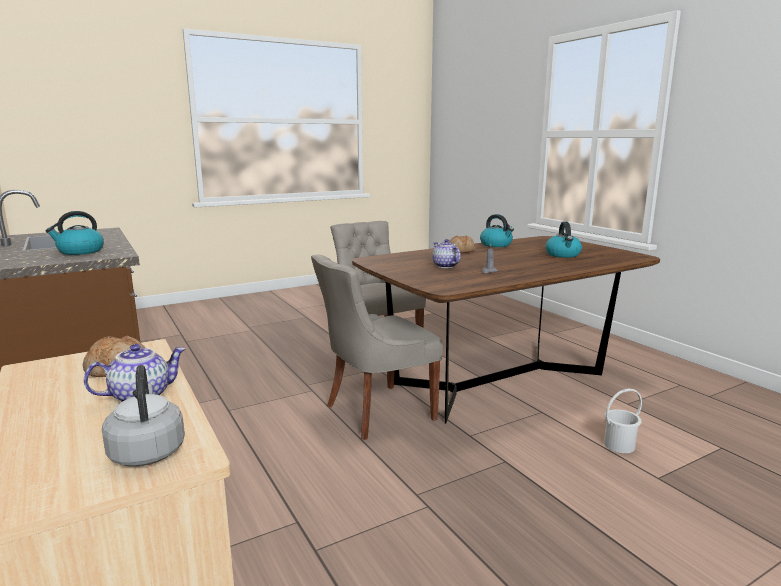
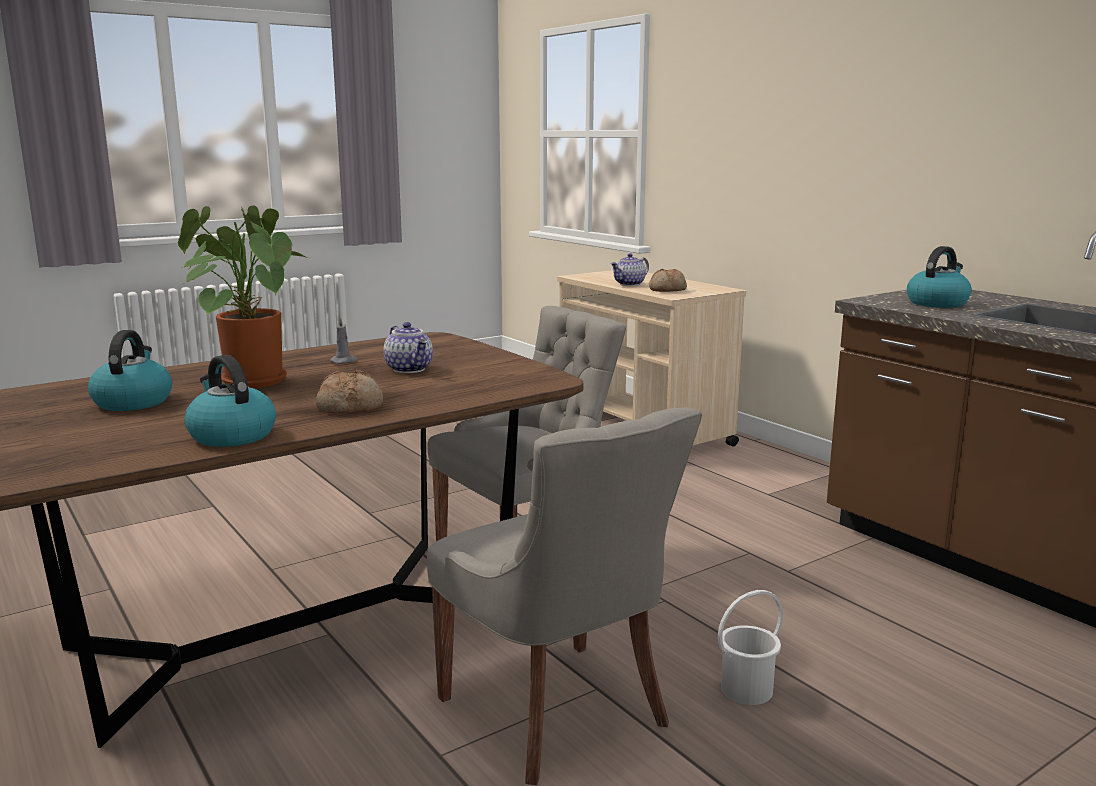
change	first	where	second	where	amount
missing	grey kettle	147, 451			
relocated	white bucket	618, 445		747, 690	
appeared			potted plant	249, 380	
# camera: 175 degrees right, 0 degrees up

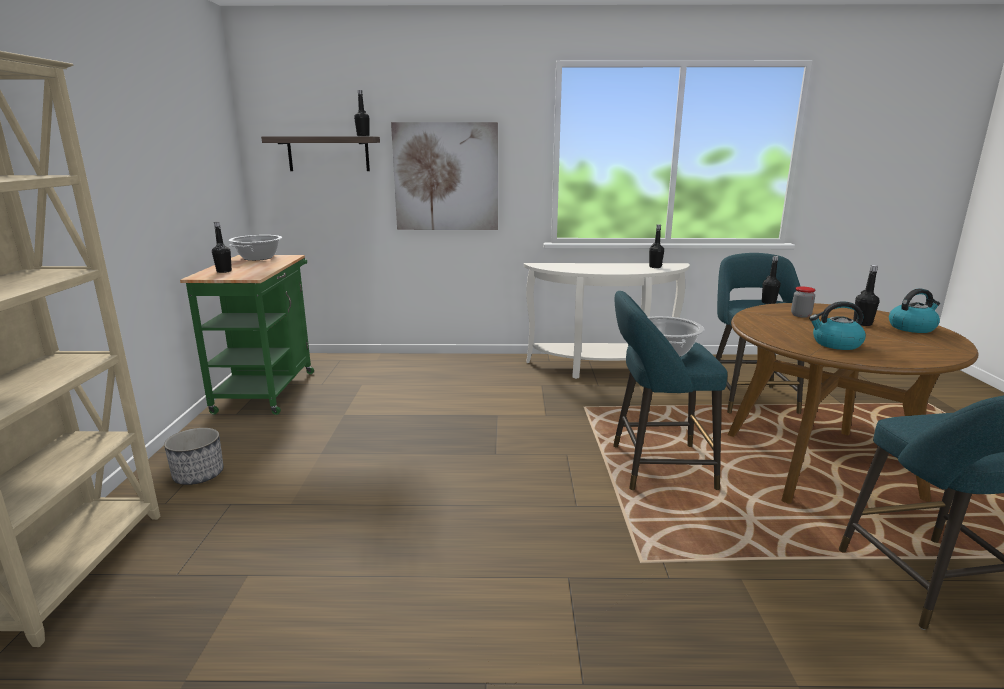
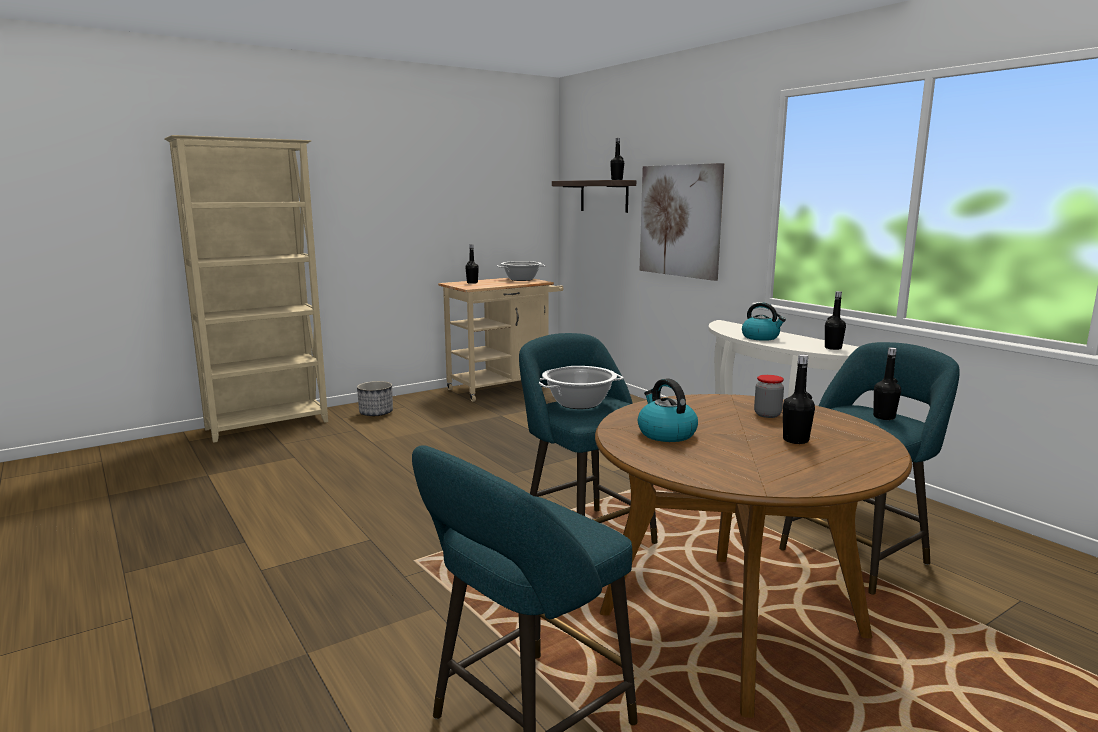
change	first	where	second	where	amount
colour	green cart	268, 388	beige cart	504, 387	
relocated	kettle	912, 328		761, 337	
# camera: 55 degrees right, 5 degrees down

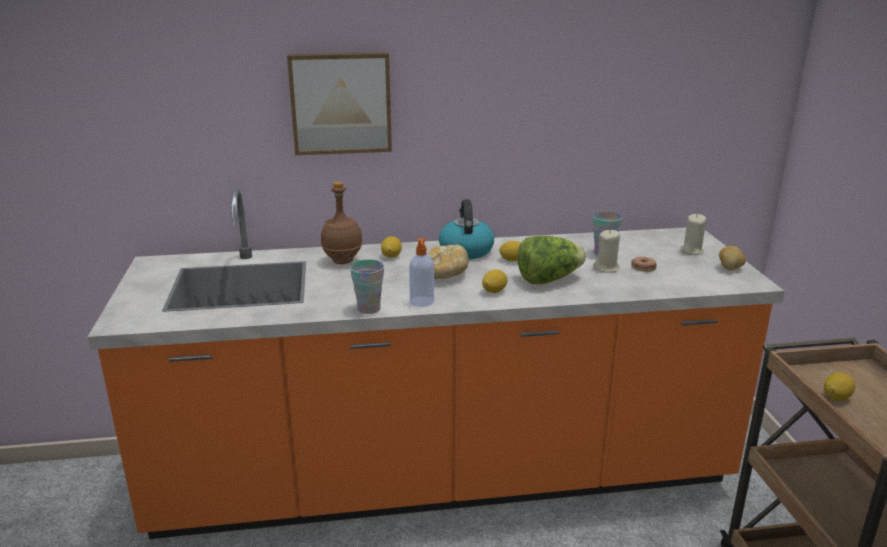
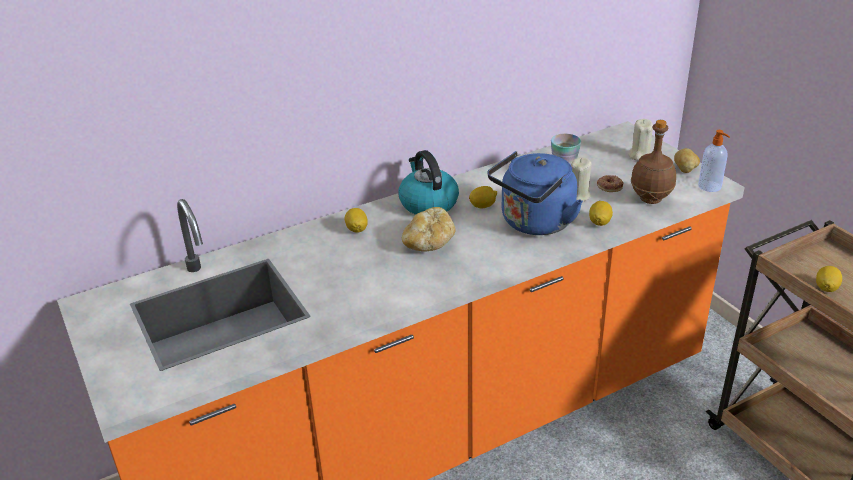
change	first	where	second	where	amount
missing	picture	341, 103			
relocated	brown bottle	342, 261		650, 199	
missing	cup	369, 309			
relocated	soap dispenser	422, 302		710, 187	
relocated	lemon	494, 291		599, 222	
exchanged	lettuce	548, 279	blue kettle	534, 223	
# camera: 20 degrees left, 10 degrees up

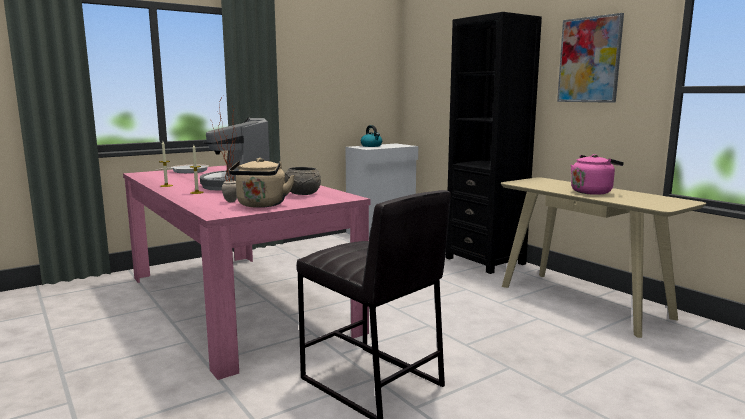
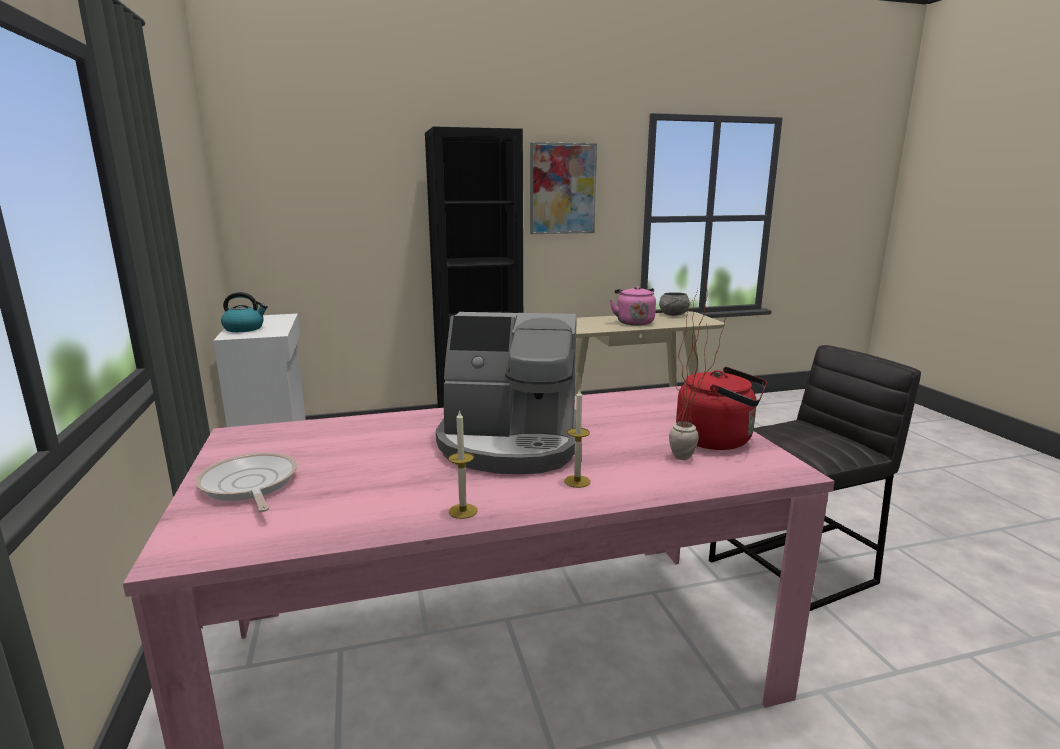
change	first	where	second	where	amount
colour	beige kettle	261, 205	red kettle	719, 440	
relocated	grey bowl	302, 194		673, 315	
# camera: 70 degrees left, 5 degrees up

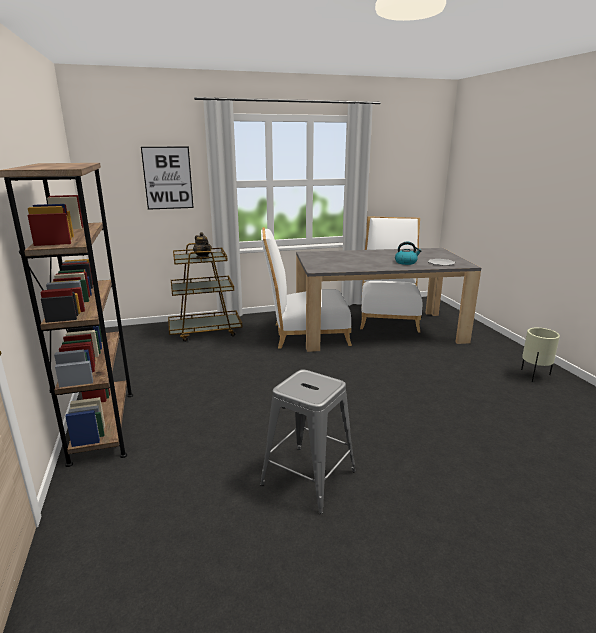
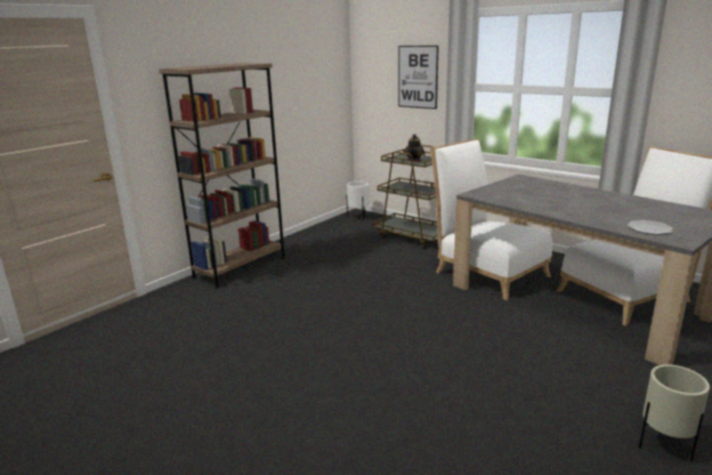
change	first	where	second	where	amount
missing	grey stool	309, 477			
missing	kettle	406, 262			
appeared			white planter	358, 218	
# camera: 55 degrees right, 0 degrees up

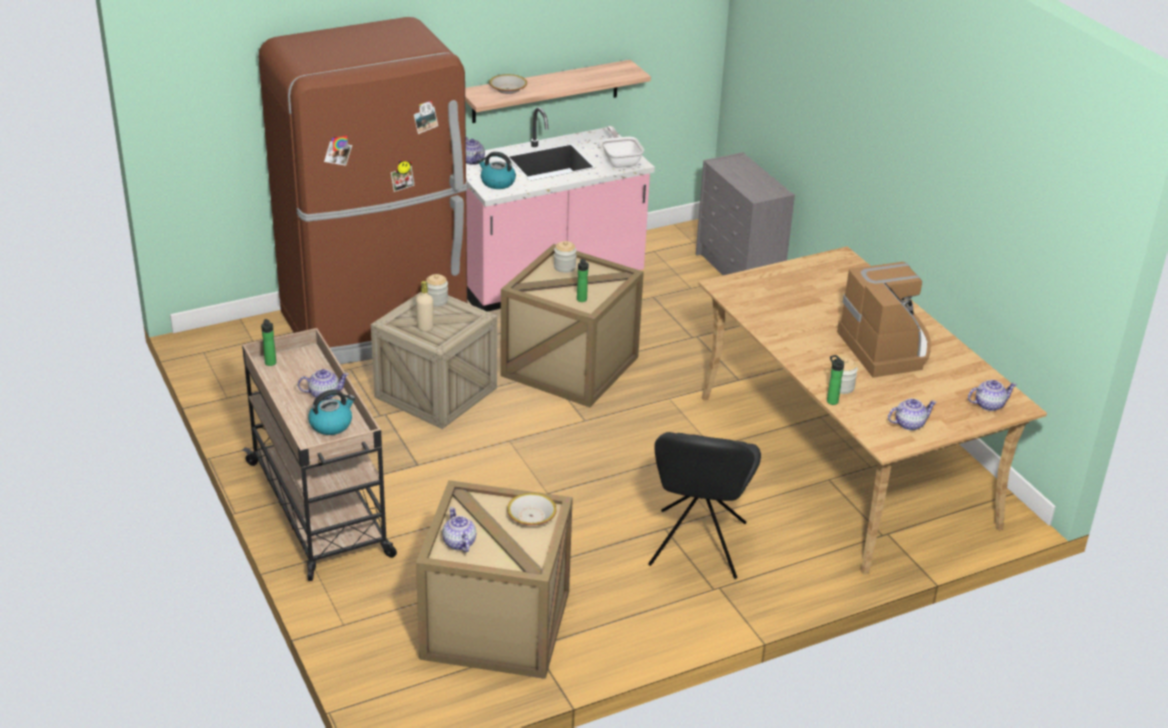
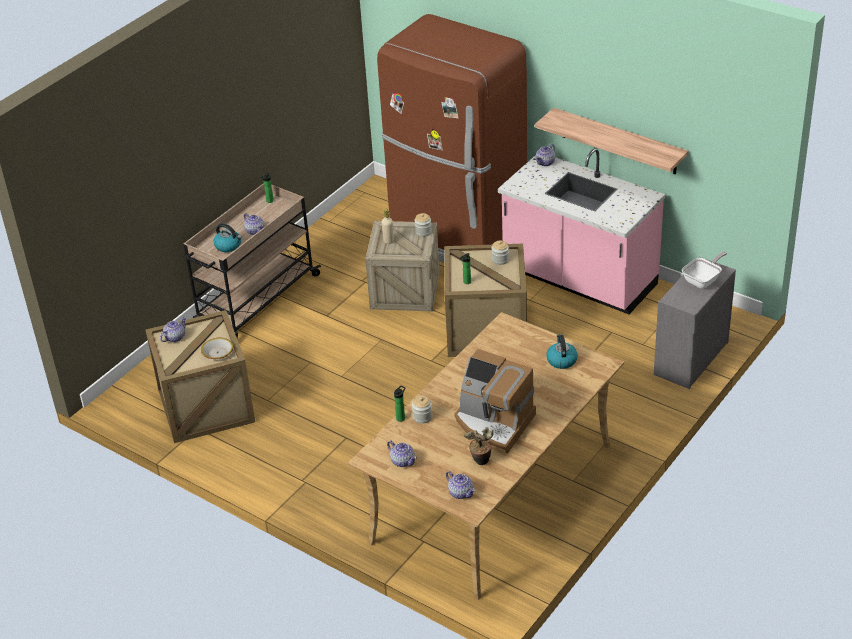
change	first	where	second	where	amount
relocated	kettle	497, 182		561, 360	
missing	bowl	507, 89			
relocated	frying pan	620, 160		703, 280	
missing	black chair	697, 547			
spun	coffee machine	887, 348		493, 423	75 degrees clockwise
appeared			potted plant	480, 462	
# camera: 65 degrees right, 5 degrees up

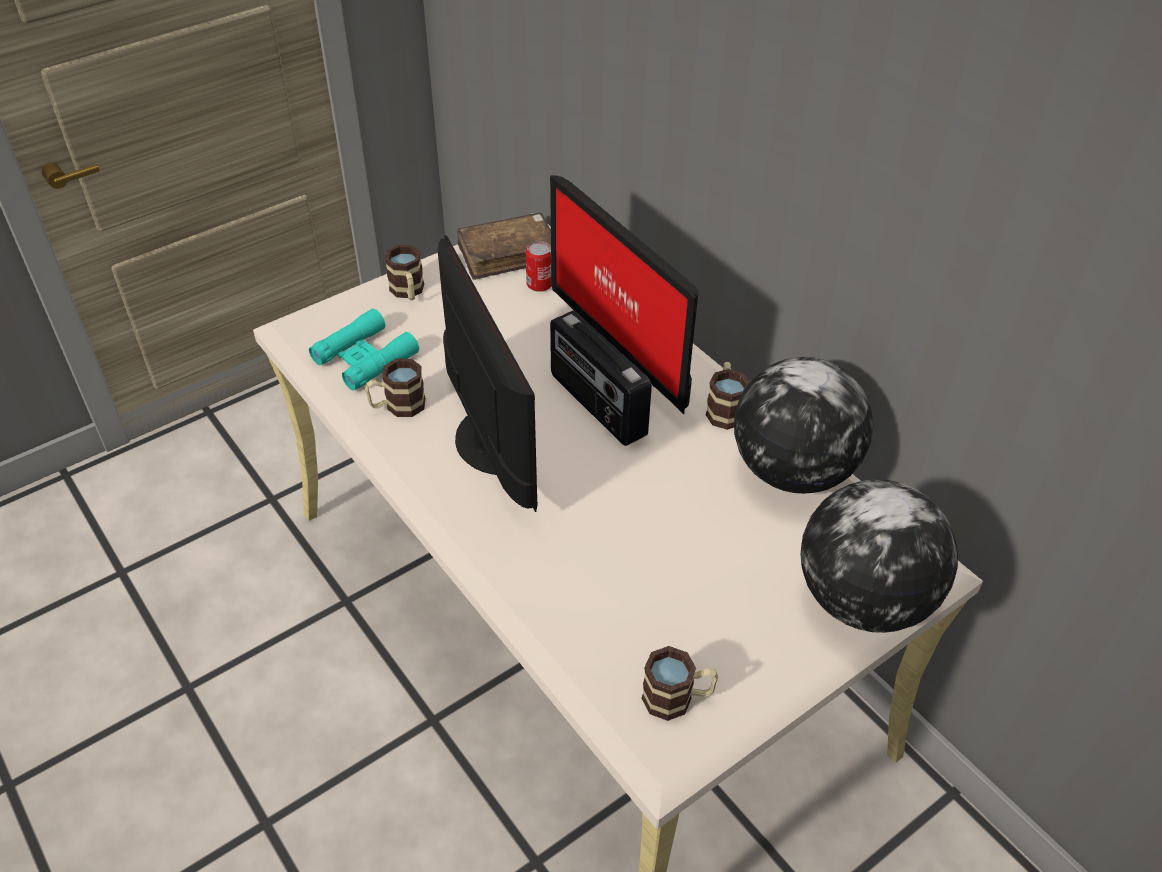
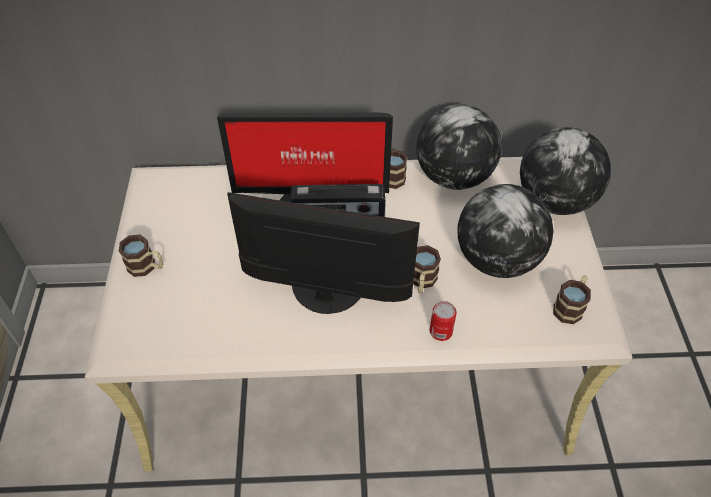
change	first	where	second	where	amount
missing	turquoise binoculars	365, 358			
relocated	mug	397, 406		422, 282	
missing	brown book	507, 255			
relocated	can	539, 284		441, 331	
appeared			globe	497, 260	
# camera: 55 degrees left, 5 degrees up

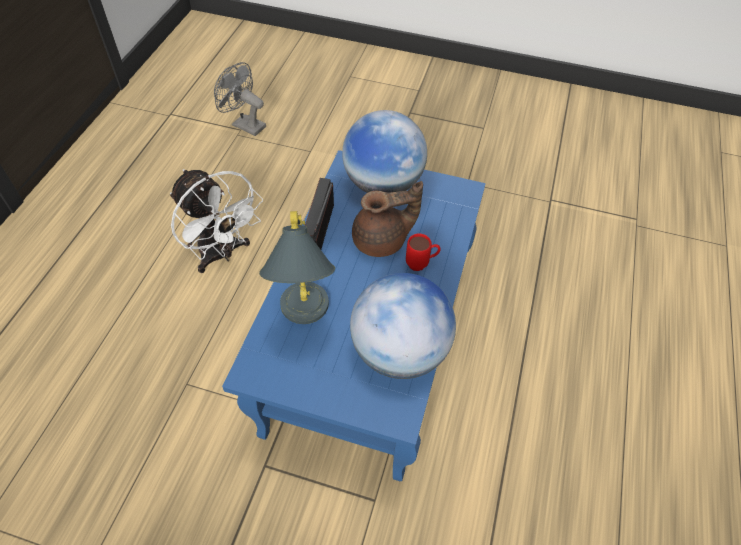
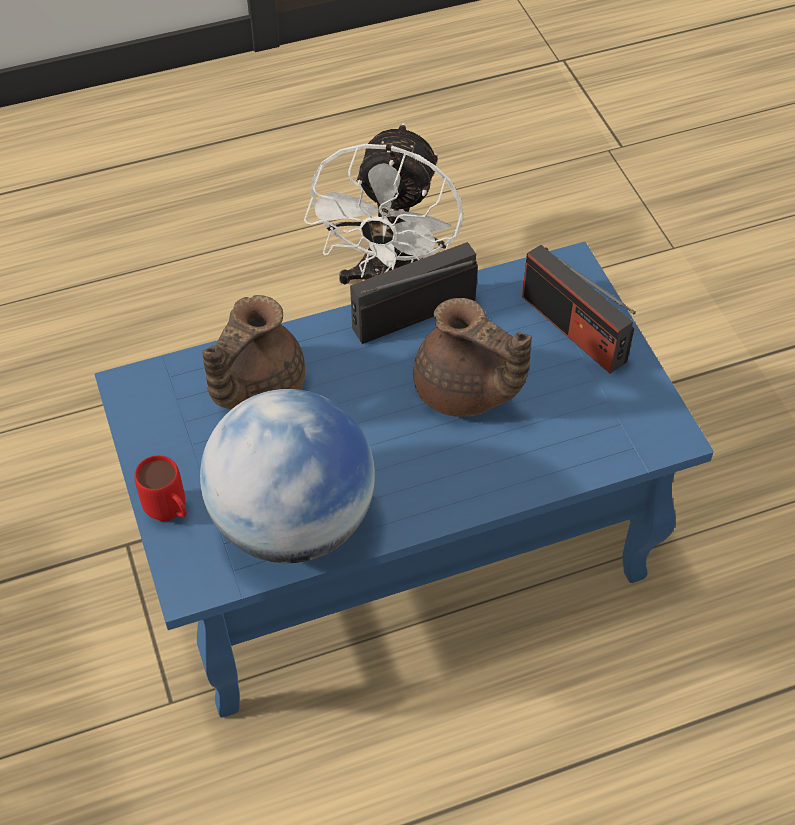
change	first	where	second	where	amount
missing	grey fan	244, 124			
exchanged	grey table lamp	304, 319	brown teapot	255, 389	
exchanged	globe	383, 184	radio	573, 329	
relocated	red mug	421, 264		171, 515	
# camera: 55 degrees right, 0 degrees up

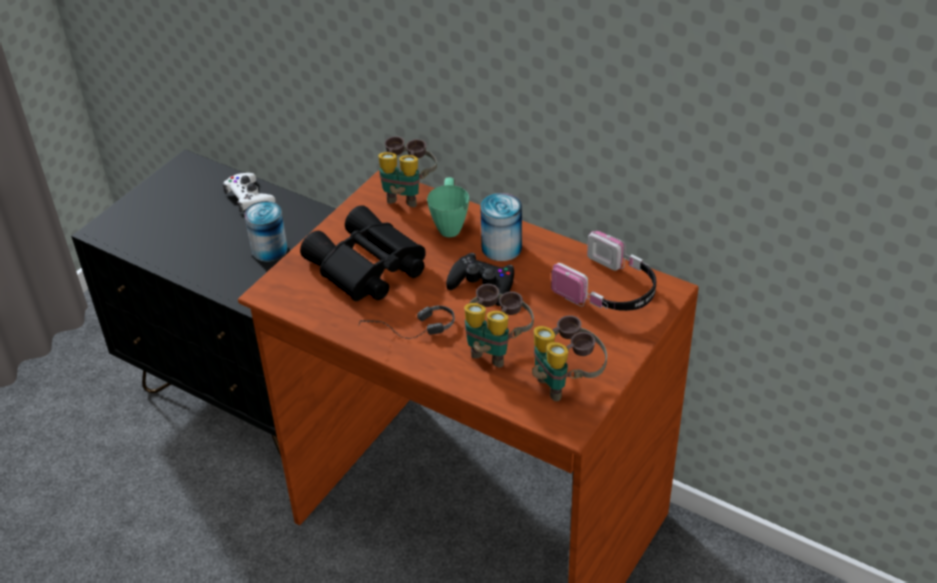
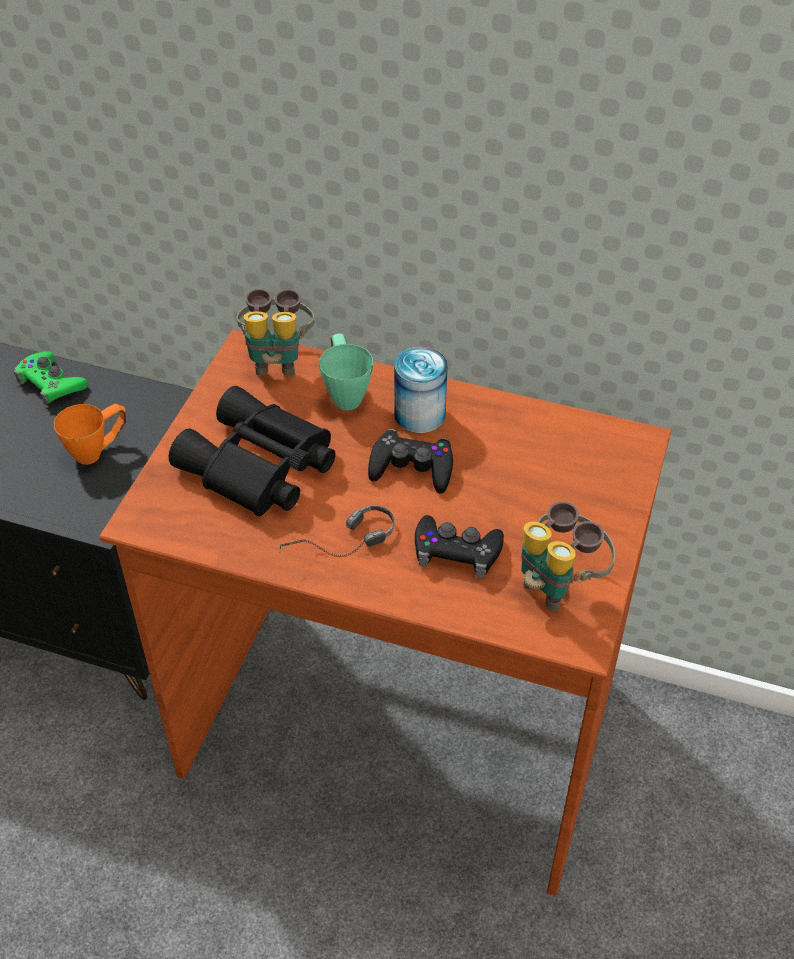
change	first	where	second	where	amount
colour	white game controller	249, 197	green game controller	51, 383	
exchanged	can	269, 249	orange mug	98, 450	
exchanged	binoculars	495, 348	black game controller	457, 551	
missing	headphones	609, 291			
# camera: 15 degrees left, 5 degrees up

